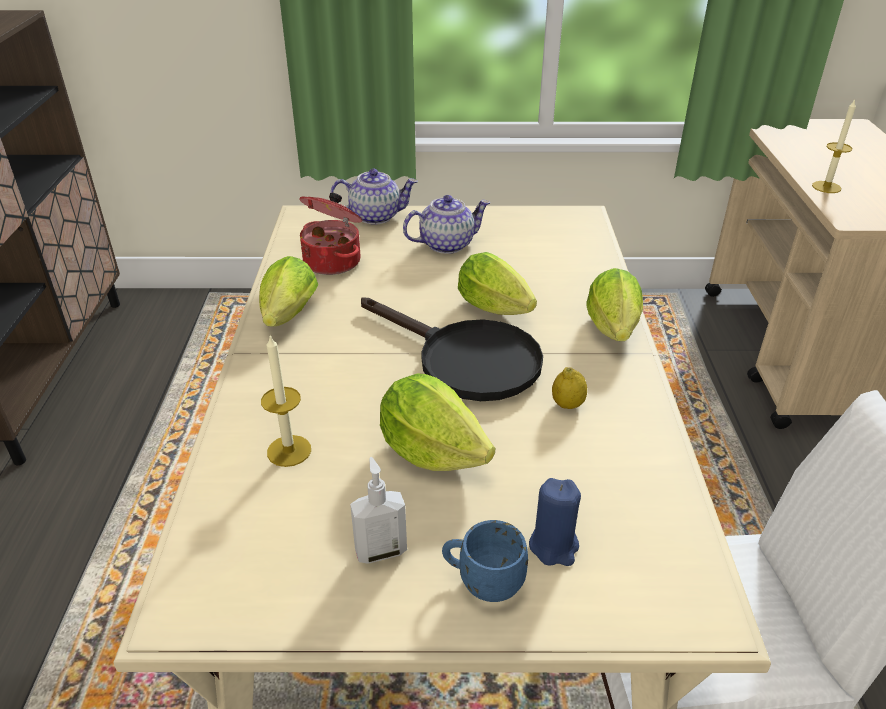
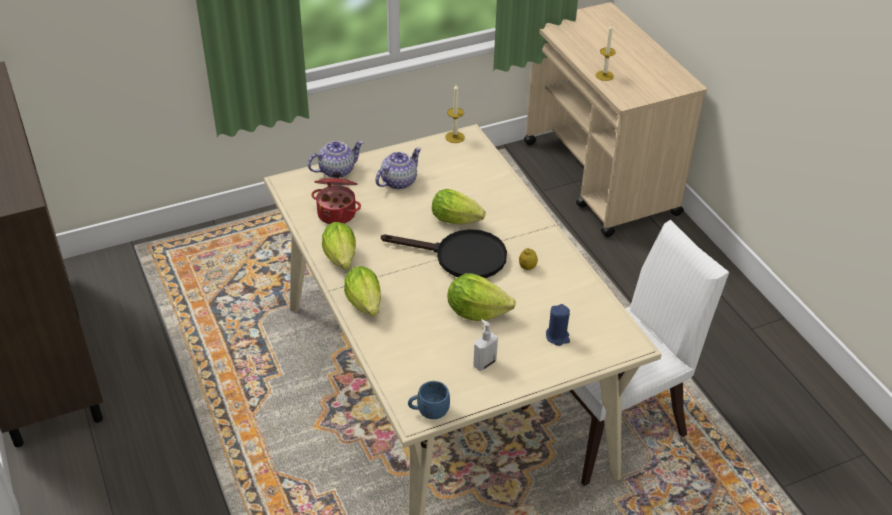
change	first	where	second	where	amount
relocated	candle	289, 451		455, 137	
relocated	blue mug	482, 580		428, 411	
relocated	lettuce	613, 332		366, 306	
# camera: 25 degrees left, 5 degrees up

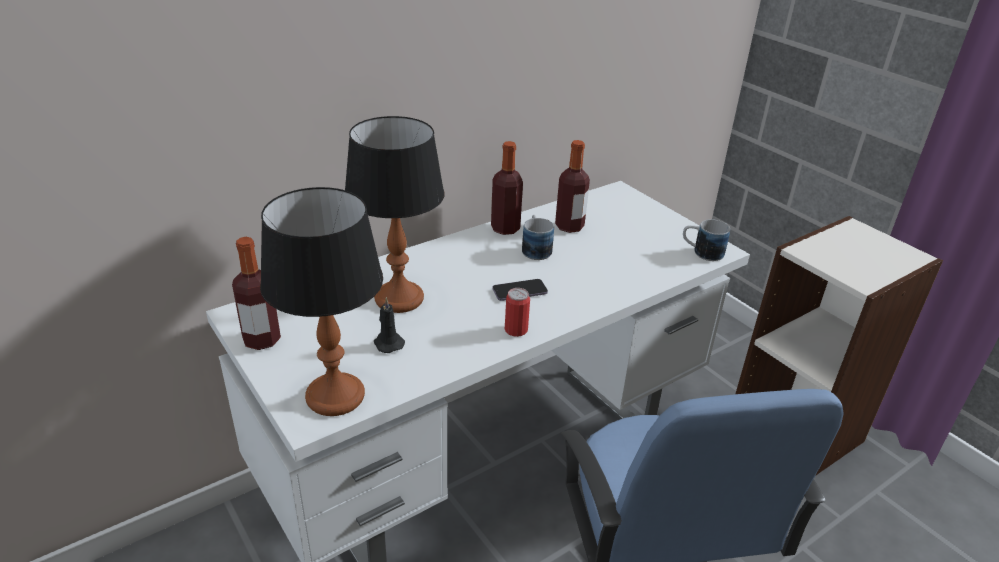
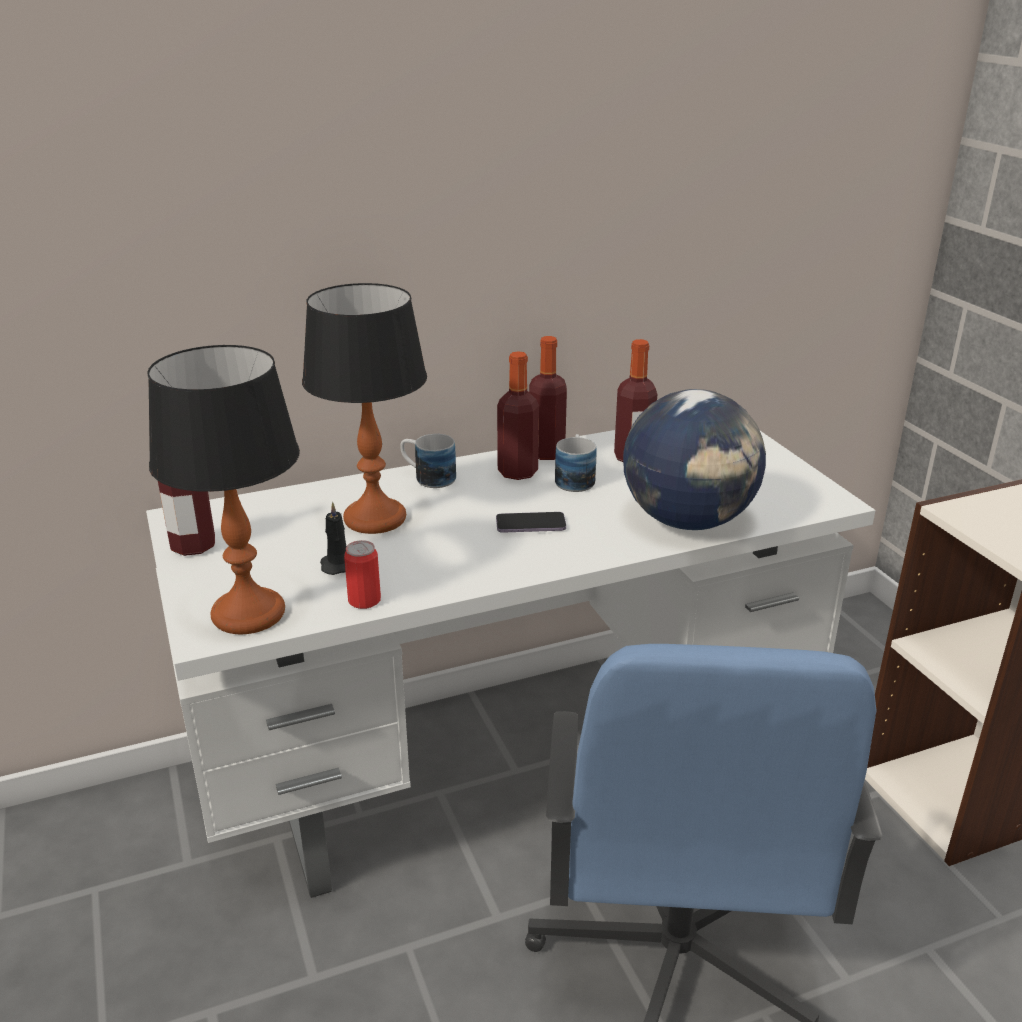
change	first	where	second	where	amount
relocated	can	516, 330		364, 600	
relocated	mug	701, 252		427, 477	
appeared			bottle	517, 472	
appeared			globe	688, 521	
# camera: 15 degrees right, 5 degrees down

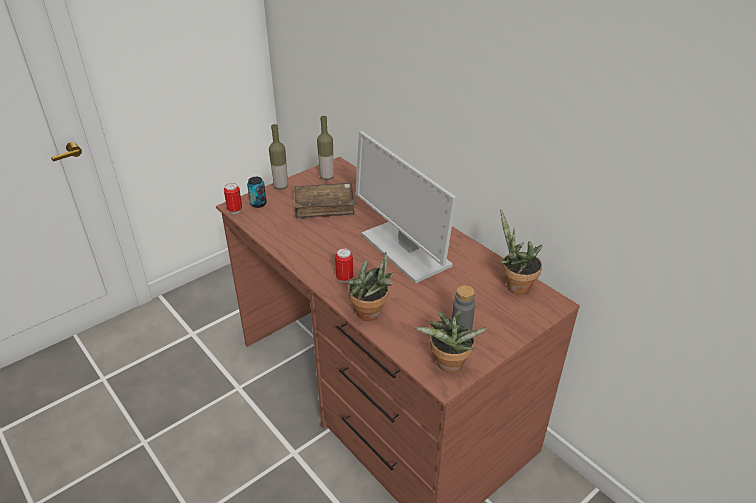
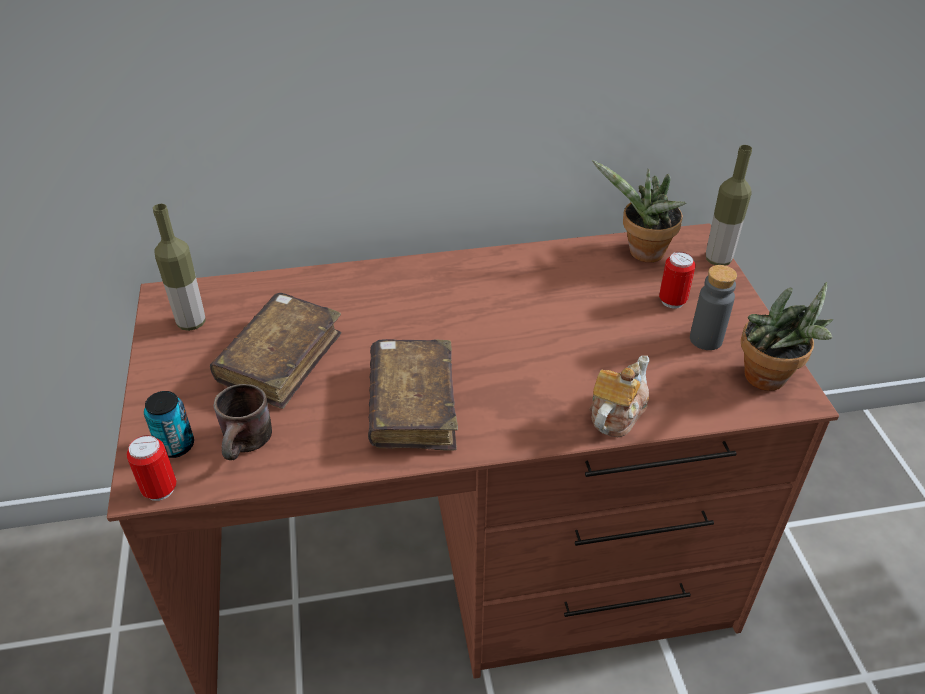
change	first	where	second	where	amount
relocated	bottle	281, 186		718, 260	
relocated	can	344, 278		672, 301	
exchanged	potted plant	371, 314	teapot	616, 413	
missing	monitor	404, 250			
appeared			brown mug	249, 445	
appeared			brown book	412, 406	
# camera: 60 degrees left, 5 degrees up

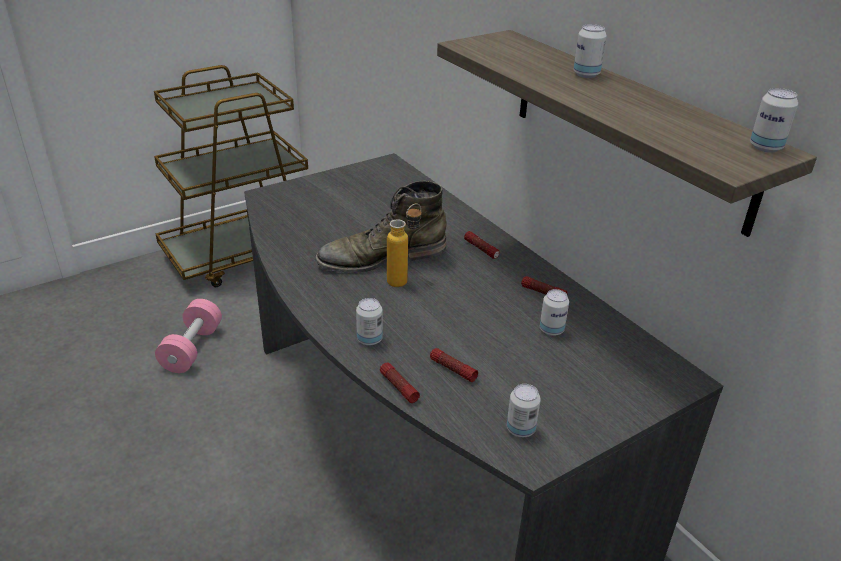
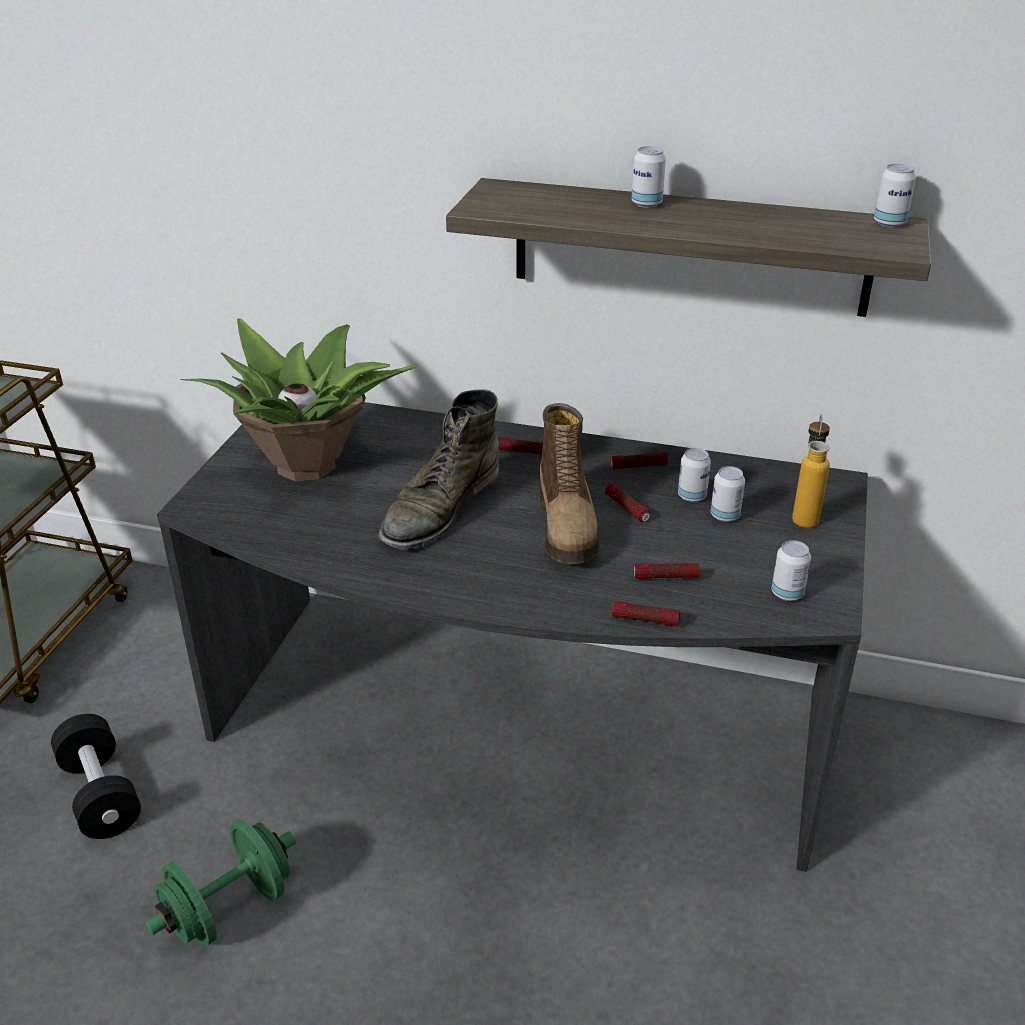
change	first	where	second	where	amount
colour	pink dumbbell	192, 348	black dumbbell	100, 794	
relocated	can	369, 339		725, 516	
relocated	bottle	404, 279		805, 515	
appeared			green dumbbell	229, 908	
appeared			potted plant	307, 463	
appeared			boot	568, 526	
appeared			flashlight	627, 508	
# camera: 40 degrees left, 0 degrees up

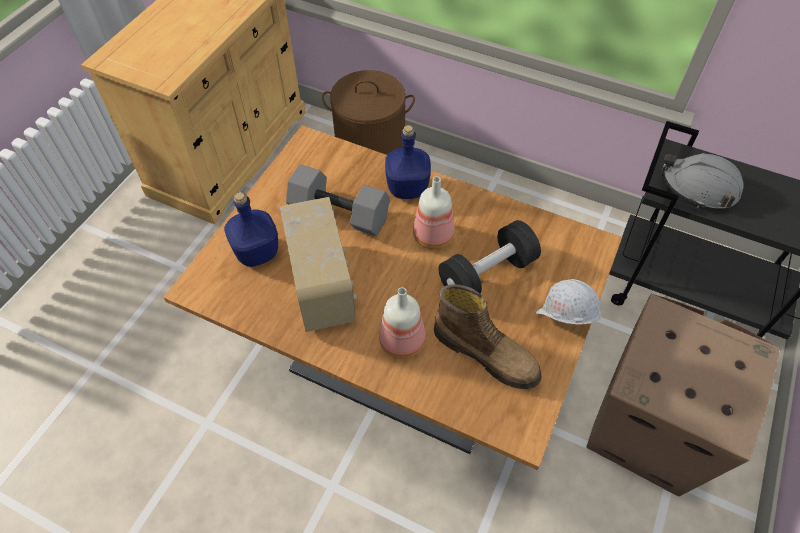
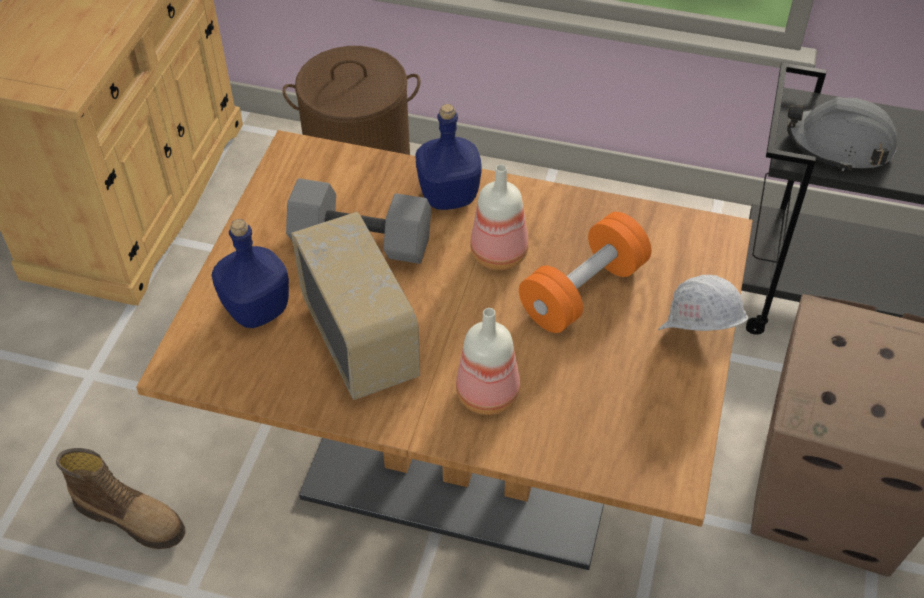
change	first	where	second	where	amount
relocated	boot	486, 353		131, 517	
colour	black dumbbell	487, 274	orange dumbbell	583, 291	
# camera: 10 degrees left, 5 degrees down

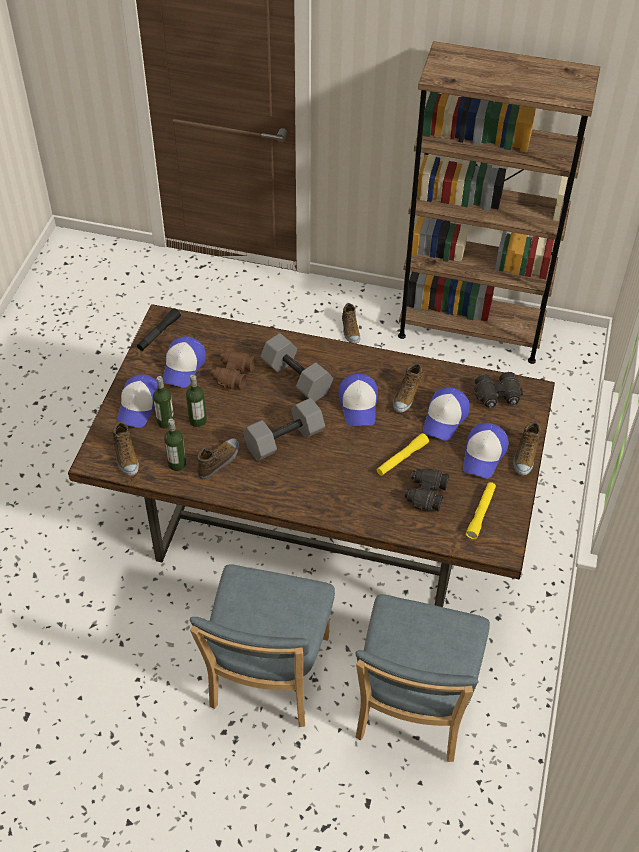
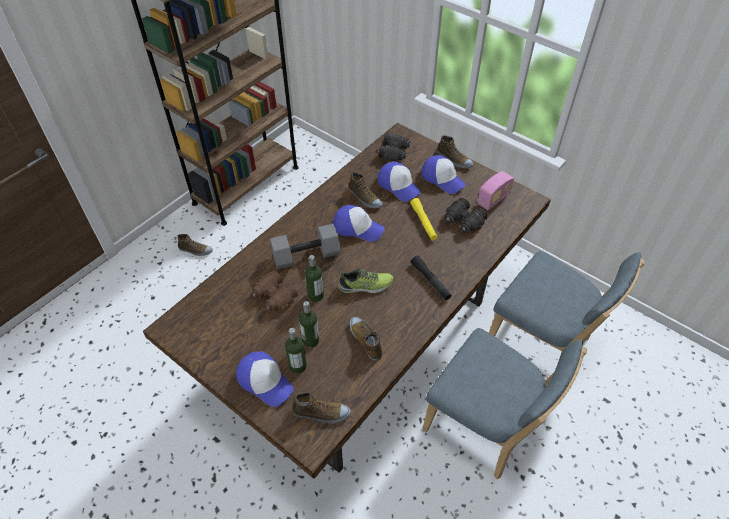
change	first	where	second	where	amount
relocated	black flashlight	159, 333		430, 281	
missing	cap	184, 366			
relocated	bottle	177, 464		315, 295	
exchanged	grey dumbbell	284, 438	shoe	365, 286	
exchanged	yellow flashlight	481, 513	radio	493, 199	
# camera: 65 degrees left, 0 degrees up

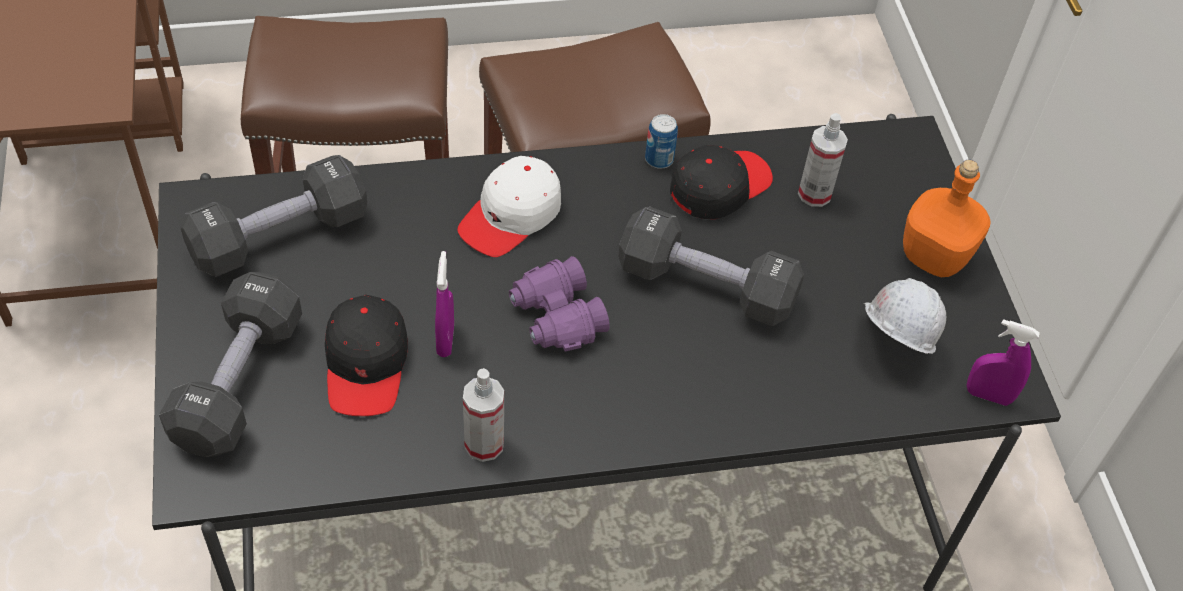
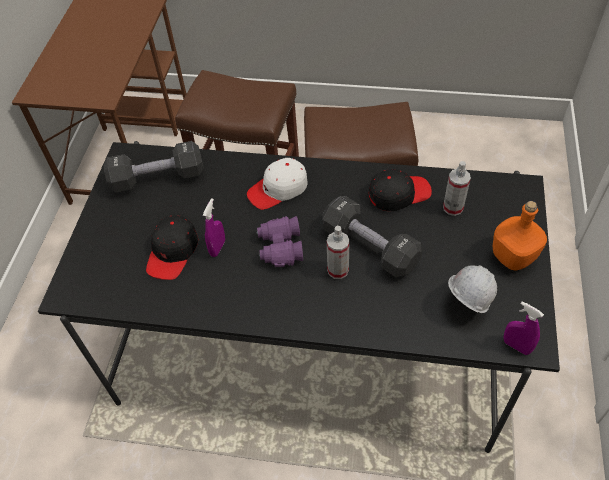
change	first	where	second	where	amount
missing	black dumbbell	238, 382			
relocated	spray bottle	484, 444		338, 270	
missing	can	659, 159			
# camera: 25 degrees right, 0 degrees up

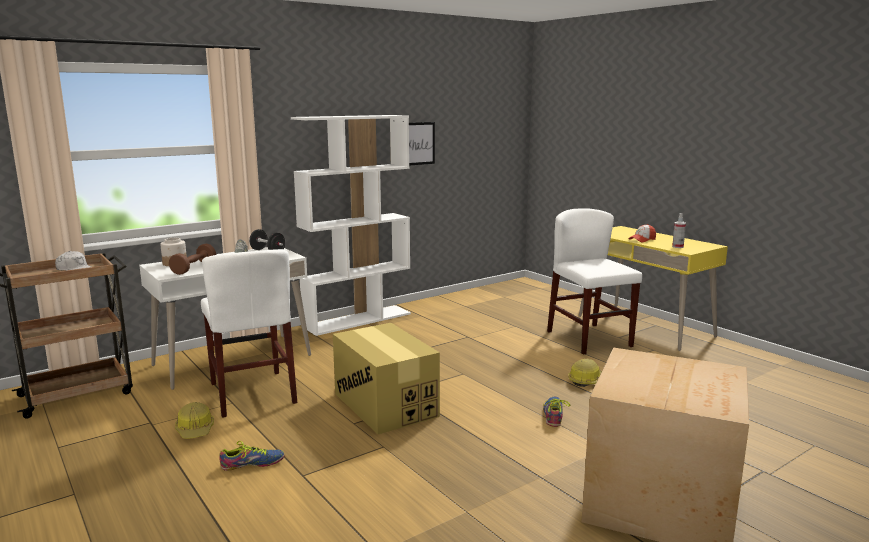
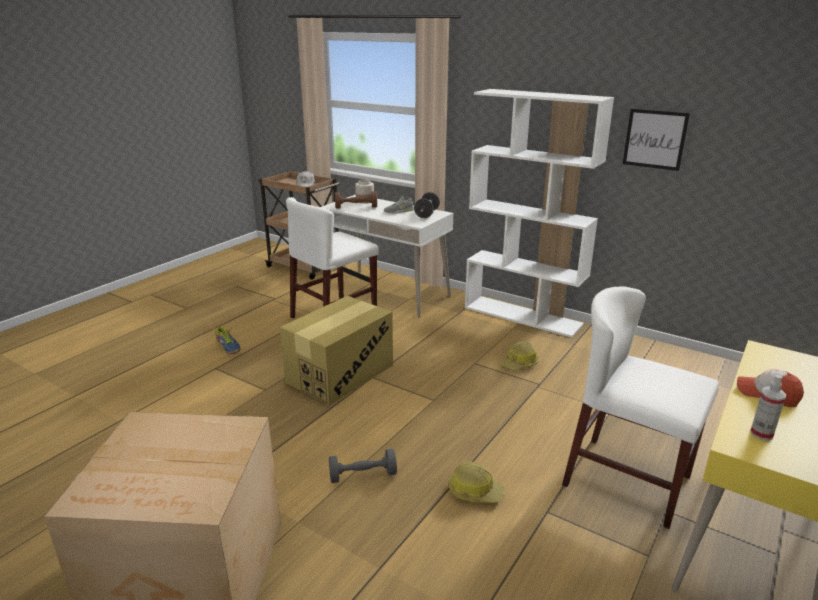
change	first	where	second	where	amount
relocated	hard hat	195, 430		519, 363	
exchanged	shoe	553, 415	grey dumbbell	363, 475	
spun	white chair	589, 339		627, 480	105 degrees counterclockwise
# camera: 70 degrees right, 10 degrees up

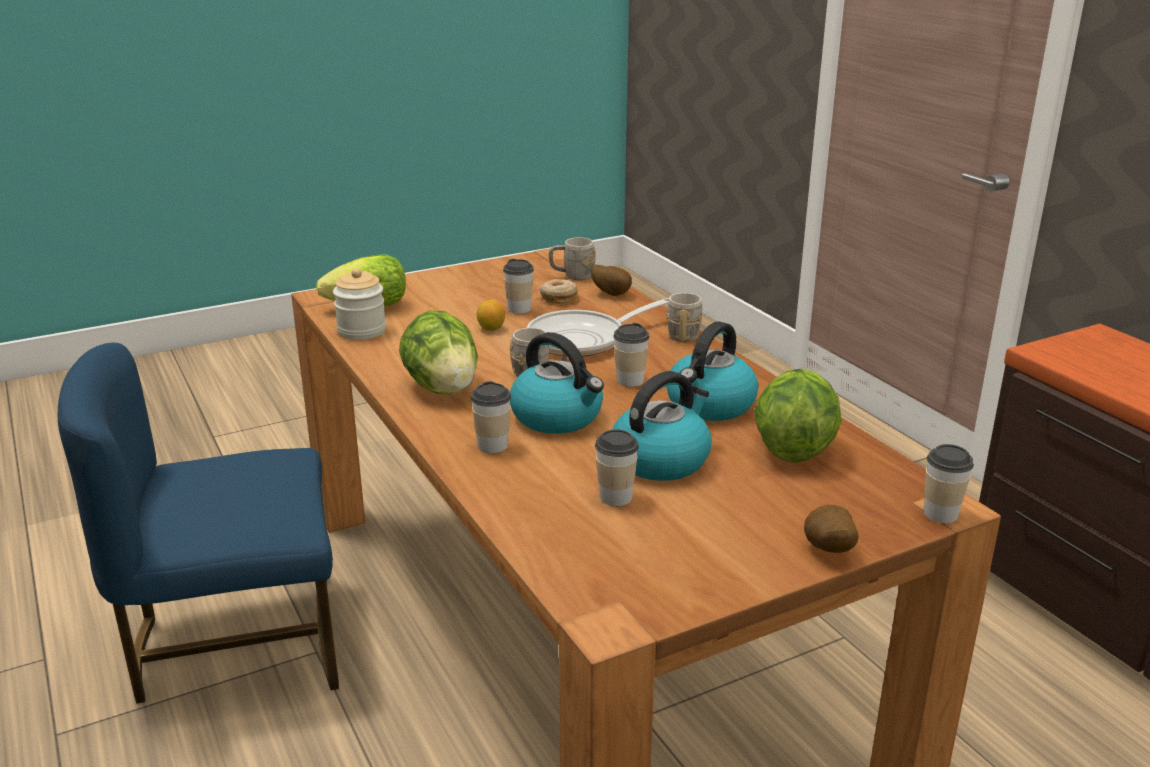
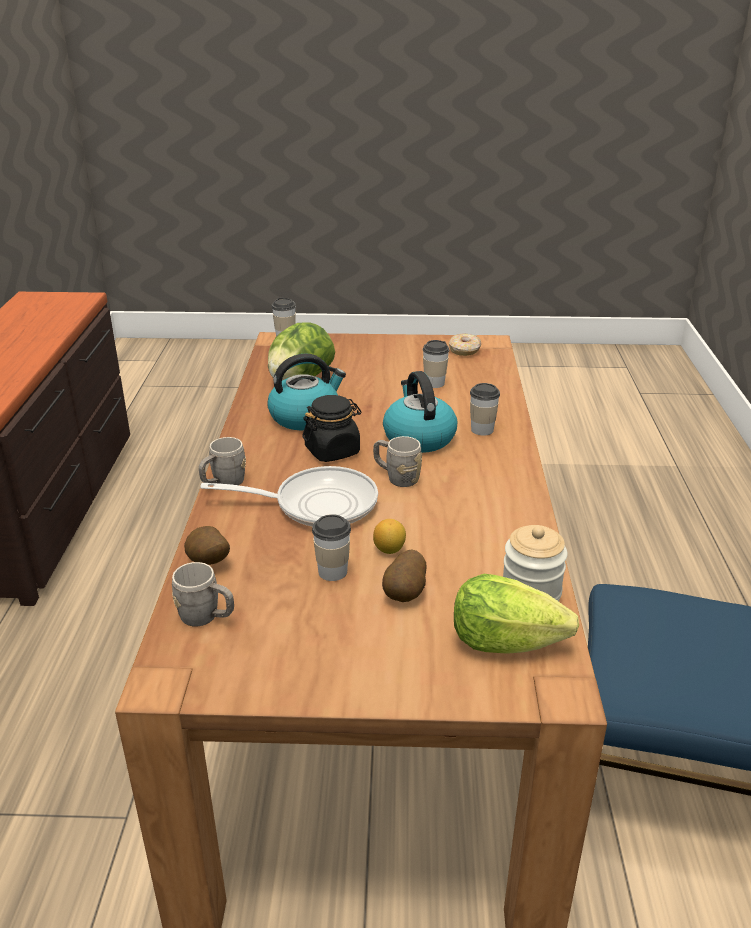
change	first	where	second	where	amount
missing	lettuce	443, 388			
relocated	donut	558, 297		464, 350	
missing	kettle	661, 459			
exchanged	cup	630, 381	black jar	332, 451	
relocated	potato	827, 551		406, 594	
# camera: 150 degrees left, 5 degrees up

